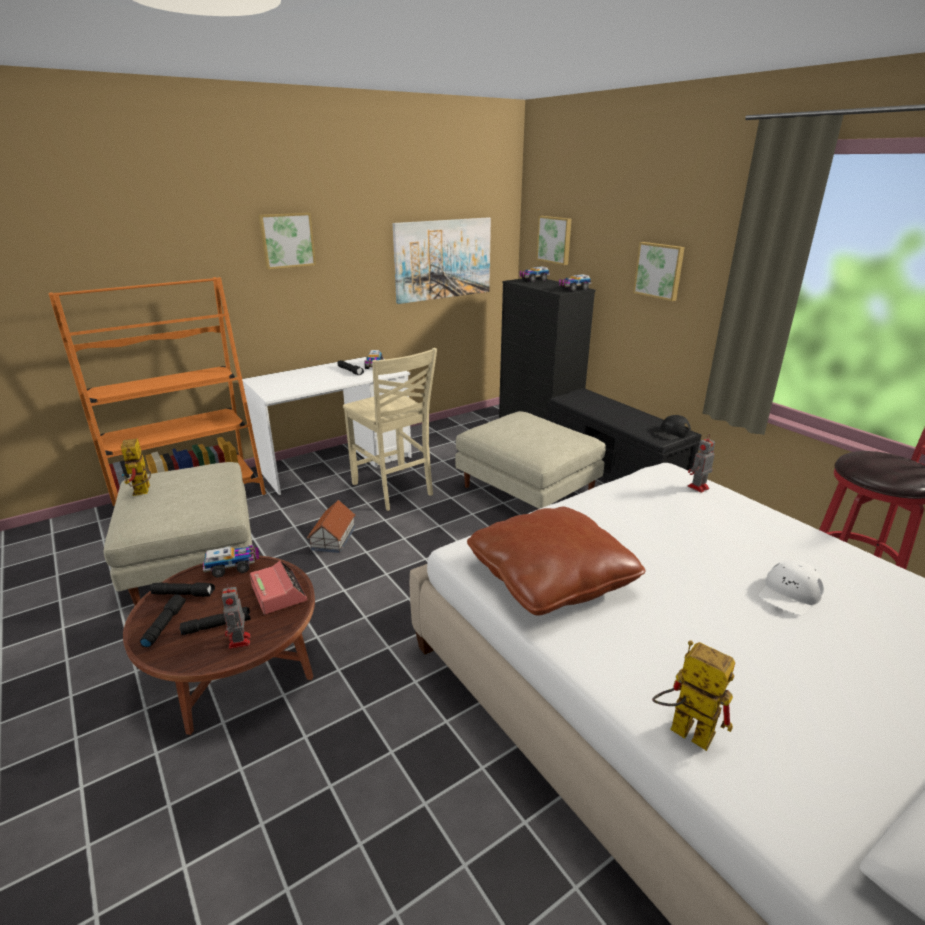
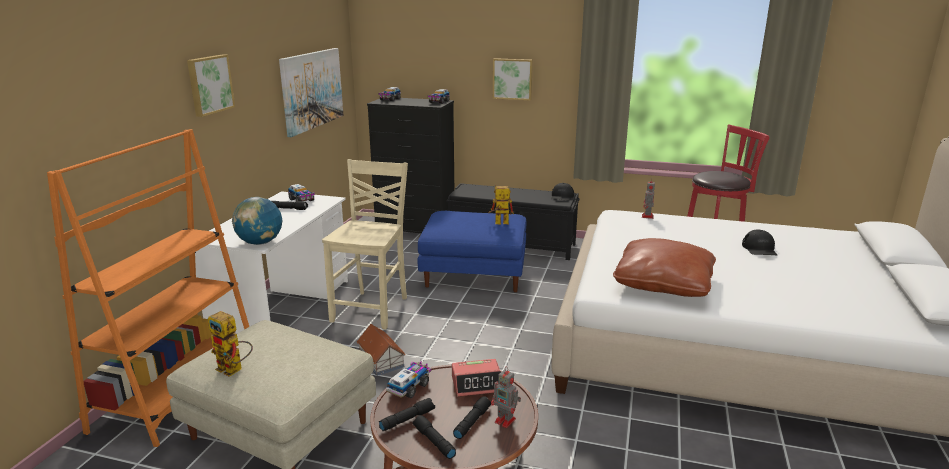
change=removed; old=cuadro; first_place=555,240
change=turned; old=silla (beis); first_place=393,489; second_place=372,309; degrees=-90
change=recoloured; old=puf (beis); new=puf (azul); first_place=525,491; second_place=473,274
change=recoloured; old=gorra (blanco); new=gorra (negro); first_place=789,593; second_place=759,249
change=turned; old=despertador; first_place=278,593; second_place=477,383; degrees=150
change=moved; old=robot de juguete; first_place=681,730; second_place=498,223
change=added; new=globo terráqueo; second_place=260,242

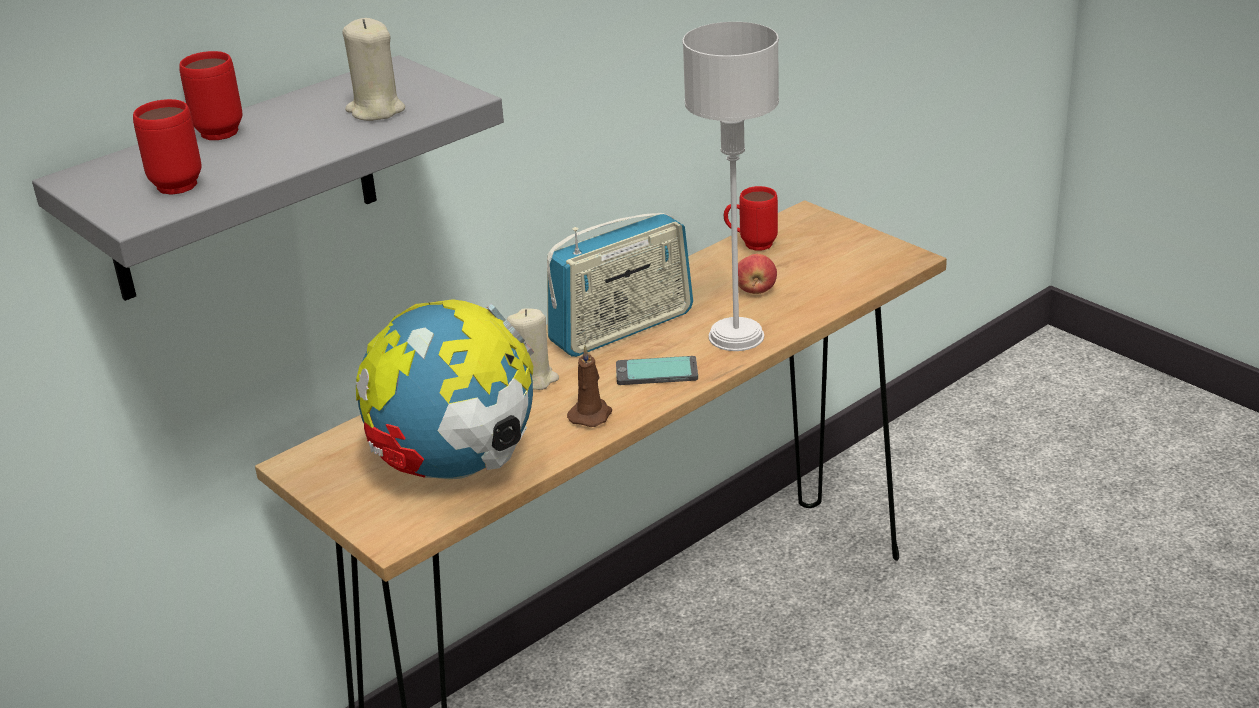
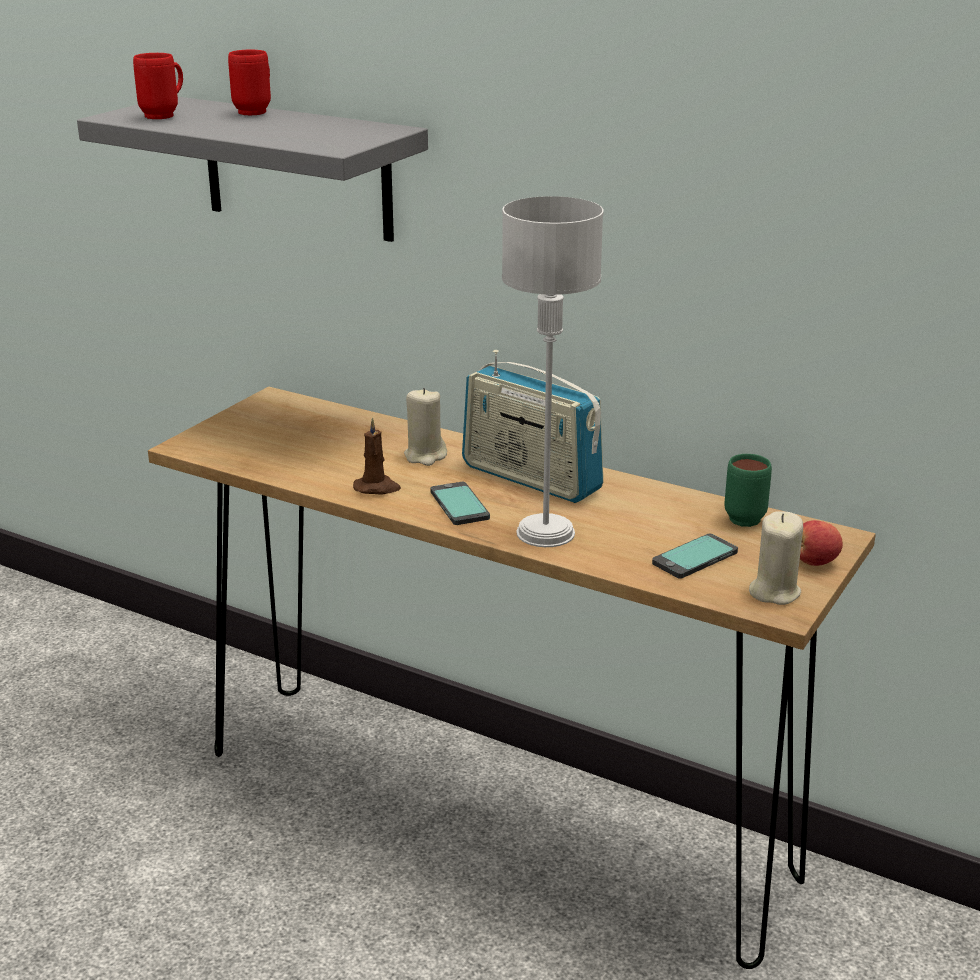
change=moved; old=vela (beis); first_place=376,110; second_place=774,592
change=recoloured; old=taza grande (rojo); new=taza grande (verde); first_place=751,245; second_place=740,516
change=moved; old=manzana; first_place=756,290; second_place=814,562
change=removed; old=globo terráqueo; first_place=456,466
change=added; new=móvil; second_place=695,558

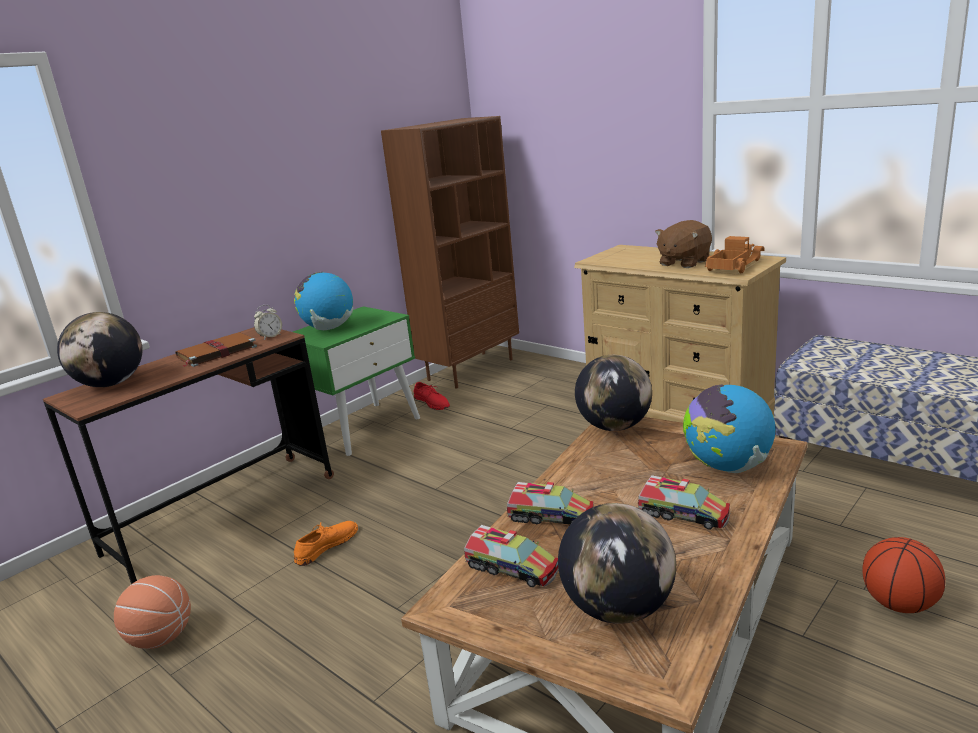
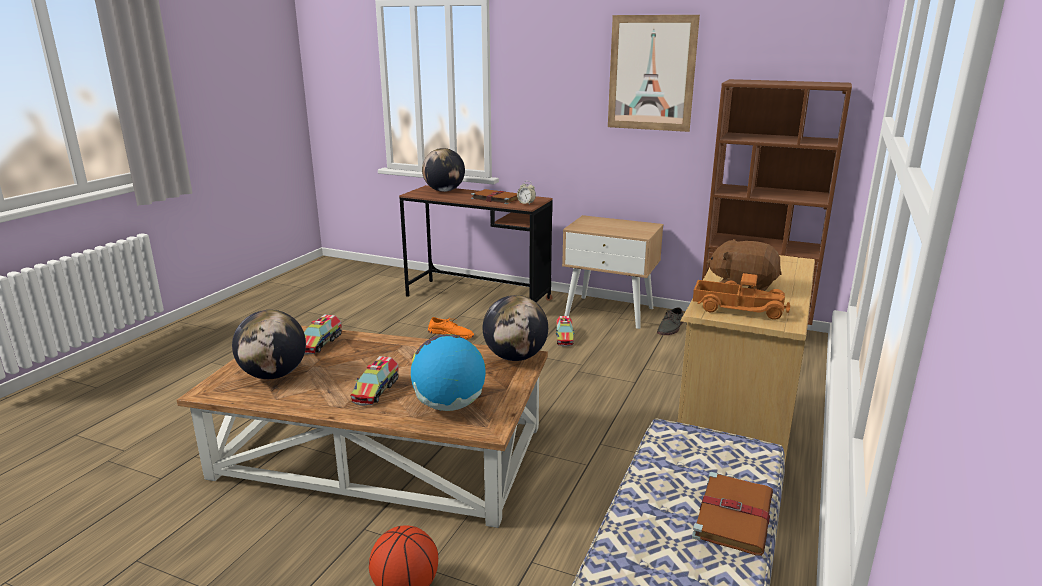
change=removed; old=globo terráqueo; first_place=329,328
change=recoloured; old=mesita de noche (verde); new=mesita de noche (beis); first_place=364,427; second_place=610,312
change=recoloured; old=zapato (rojo); new=zapato (gris); first_place=432,402; second_place=671,328
change=moved; old=camión de juguete; first_place=551,517; second_place=564,337
change=removed; old=balón de baloncesto; first_place=161,638
change=added; new=cuadro; second_place=651,73
change=added; new=libro (marrón); second_place=733,514

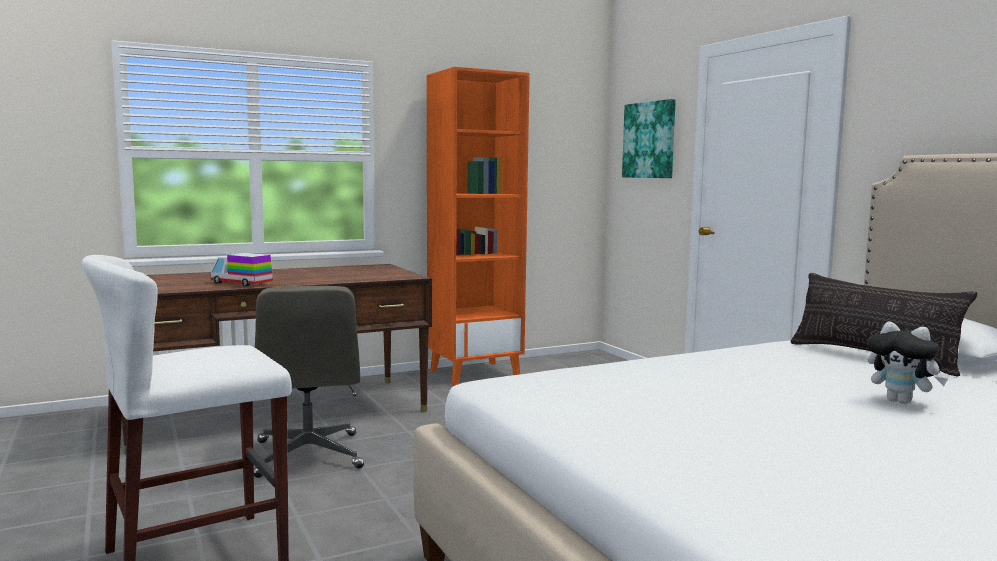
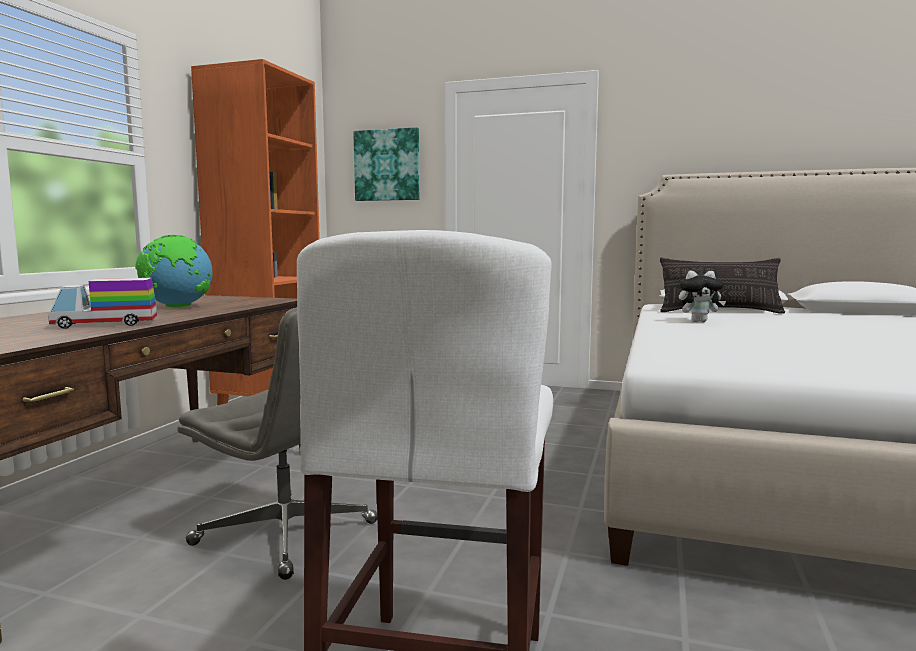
change=moved; old=peluche; first_place=902,402; second_place=699,321
change=added; new=globo terráqueo; second_place=177,307

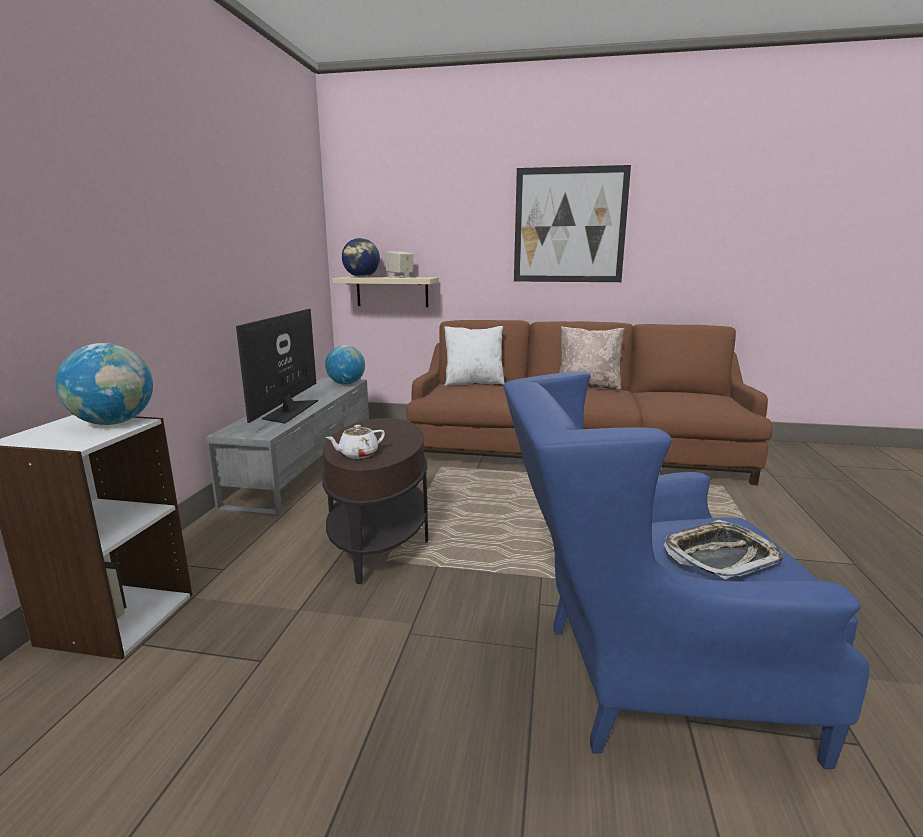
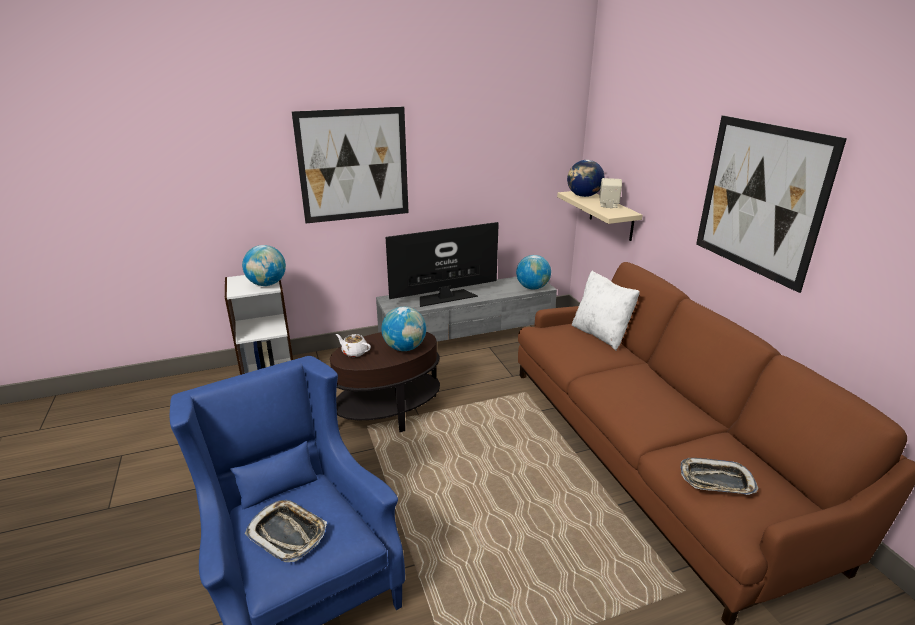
change=removed; old=cojín (beis); first_place=588,387
change=added; new=cuadro; second_place=353,165
change=added; new=globo terráqueo; second_place=405,348
change=added; new=bandeja; second_place=716,481

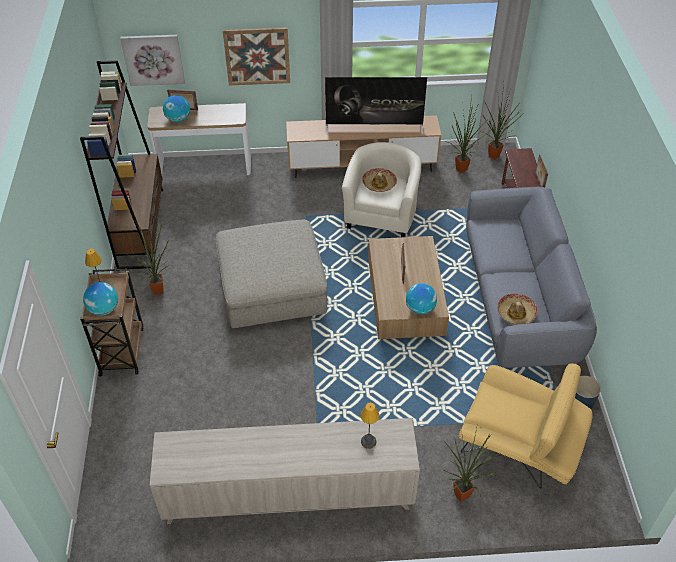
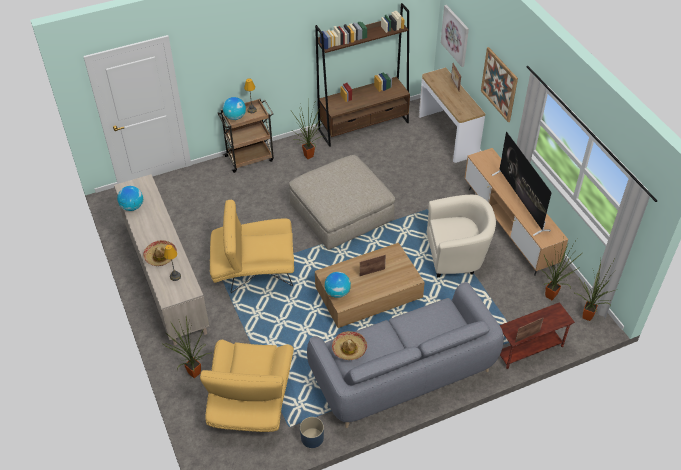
change=moved; old=globo terráqueo; first_place=178,119; second_place=132,207
change=moved; old=sombrero; first_place=379,184; second_place=160,256
change=added; new=sillón (amarillo); second_place=254,270

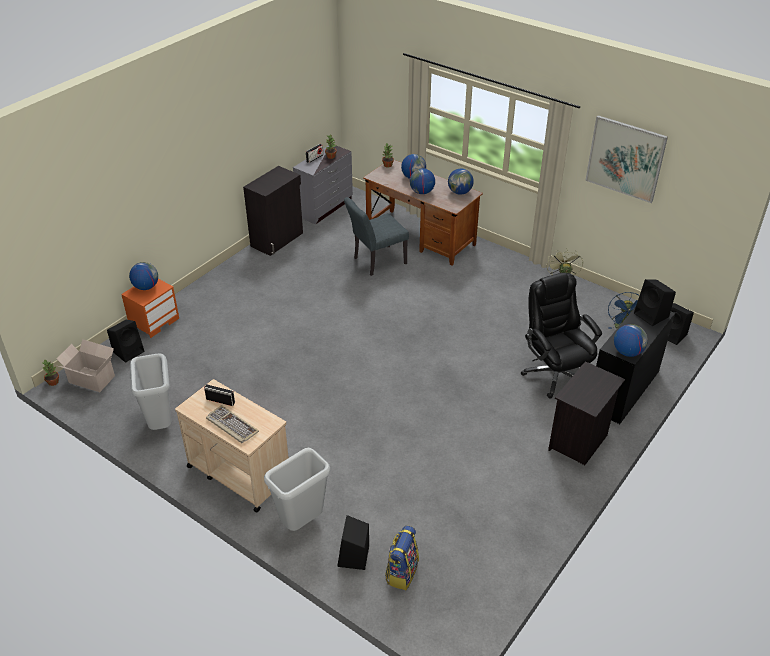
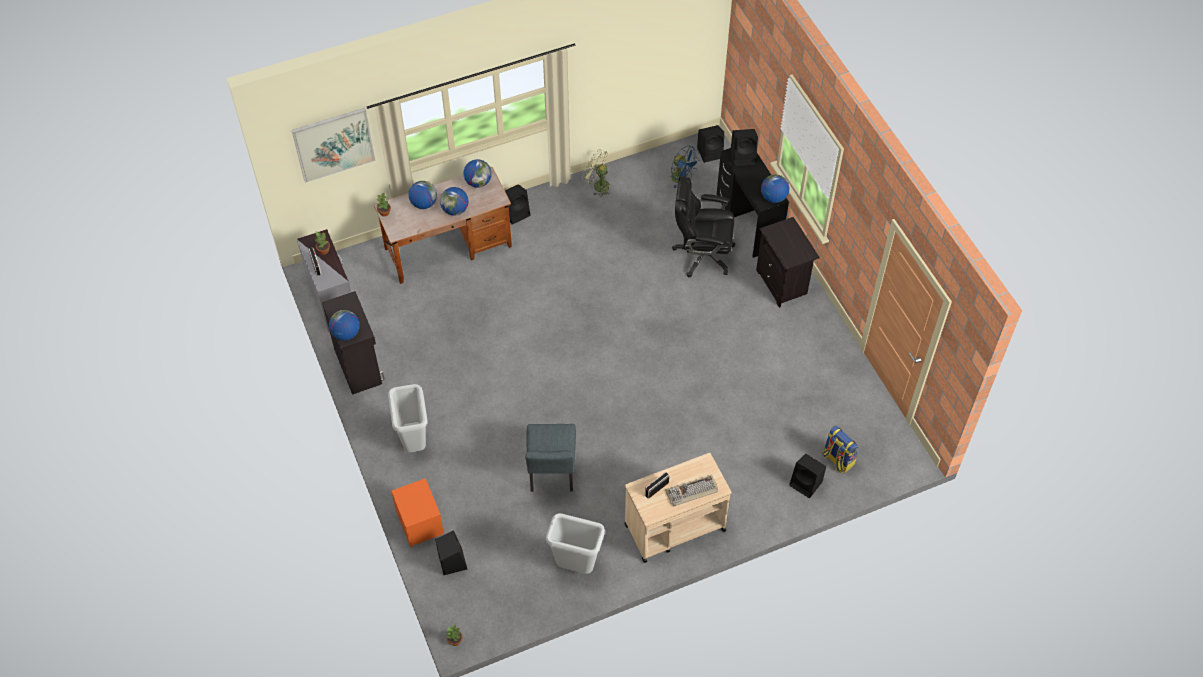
change=moved; old=cuadro; first_place=625,158; second_place=334,144
change=moved; old=silla (gris); first_place=376,262; second_place=551,474
change=moved; old=globo terráqueo; first_place=146,287; second_place=346,334
change=removed; old=caja de cartón; first_place=91,378
change=moved; old=papelera (gris); first_place=302,522; second_place=414,442
change=added; new=altavoz (negro); second_place=516,212

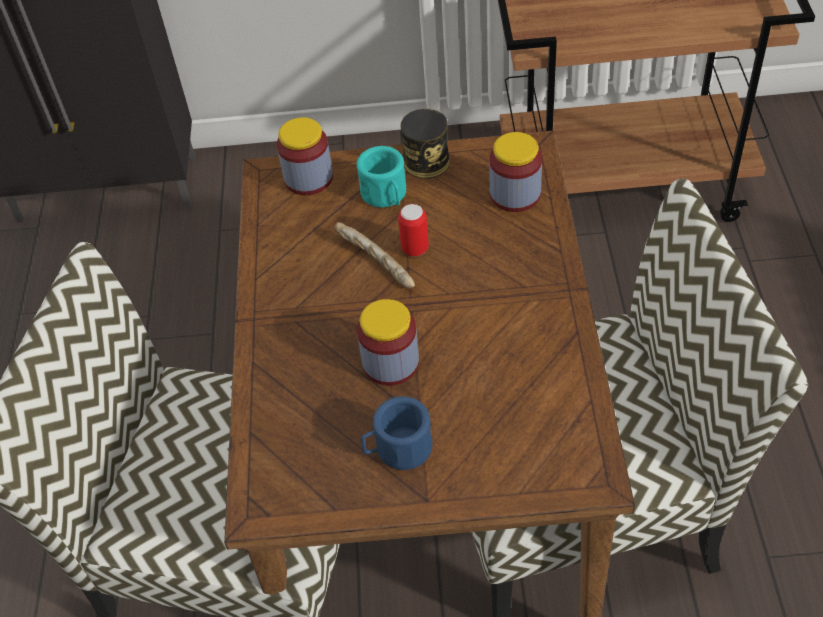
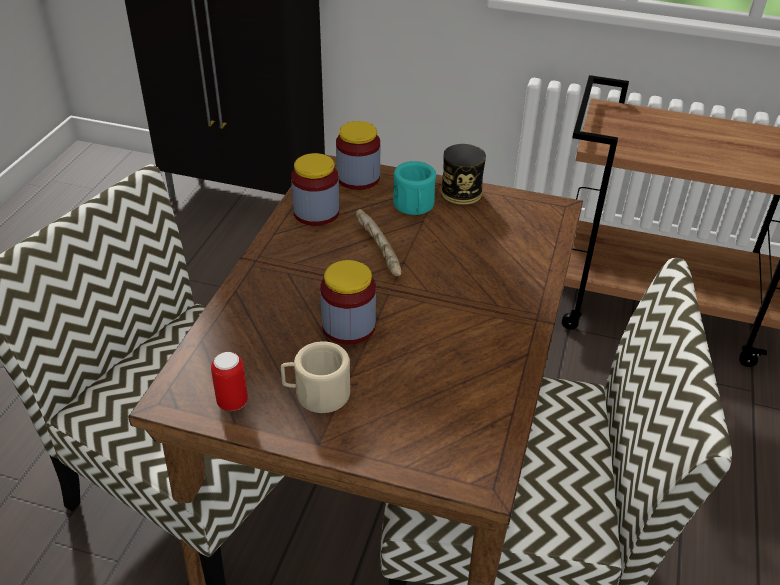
change=moved; old=tarro; first_place=515,194; second_place=316,213
change=moved; old=lata; first_place=415,249; second_place=232,402
change=recoloured; old=taza grande (azul); new=taza grande (beis); first_place=398,449; second_place=316,394

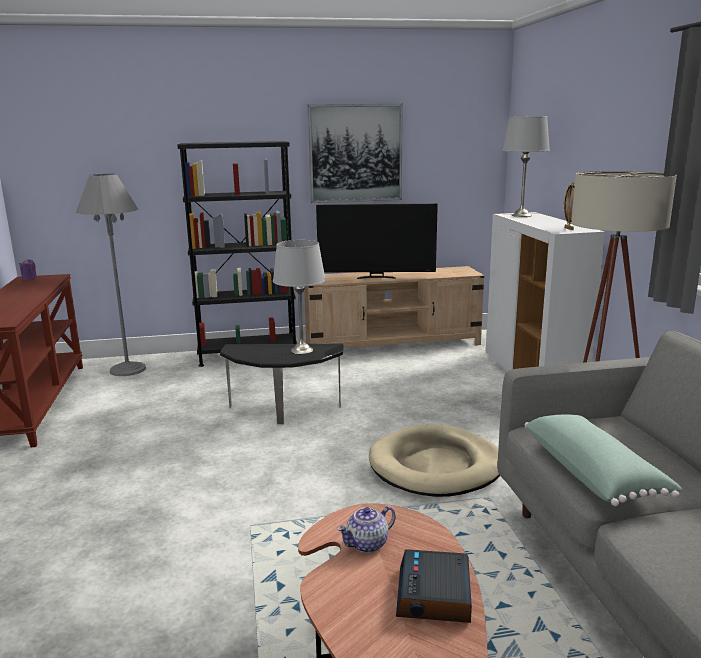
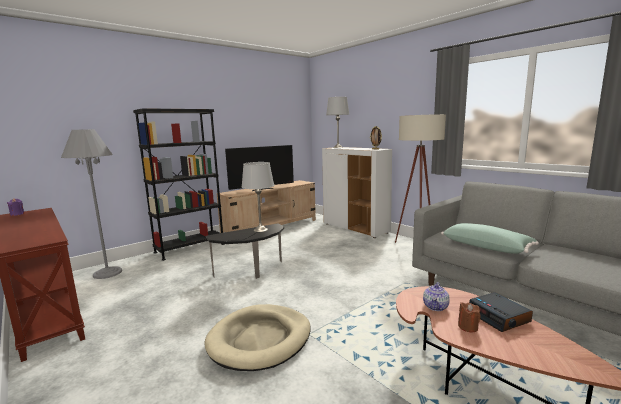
change=removed; old=cuadro; first_place=355,153
change=moved; old=cama para perro (beis); first_place=436,466; second_place=260,339
change=added; new=vela (marrón); second_place=468,327

